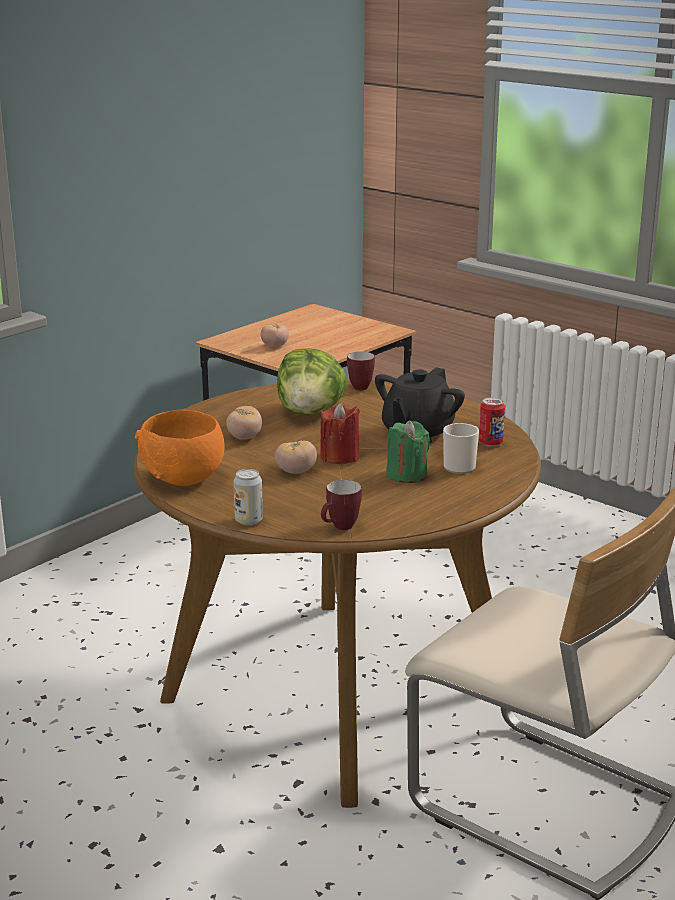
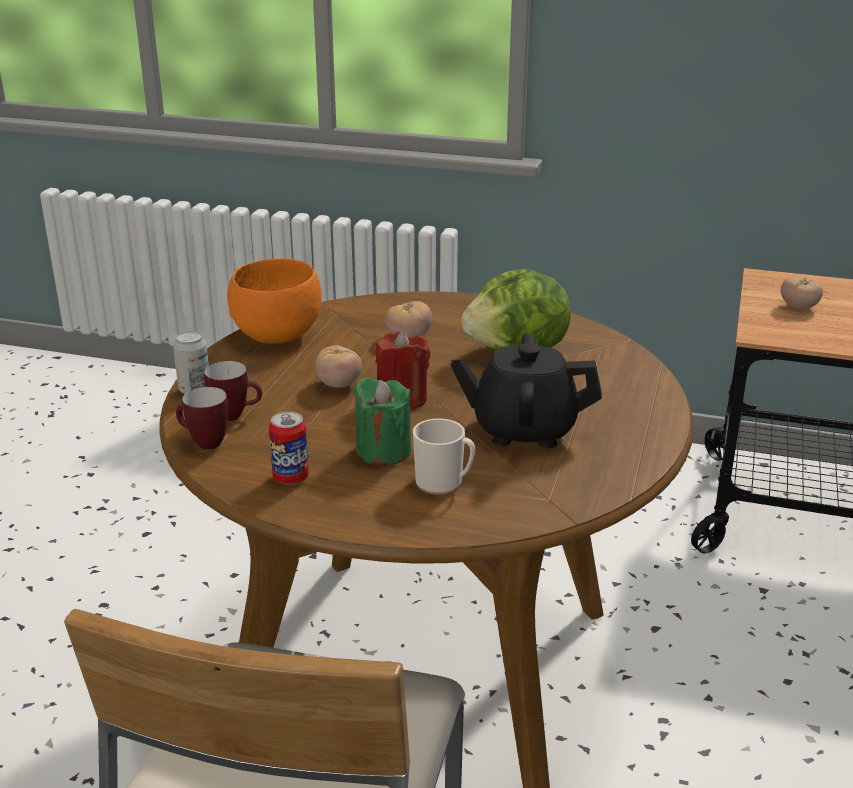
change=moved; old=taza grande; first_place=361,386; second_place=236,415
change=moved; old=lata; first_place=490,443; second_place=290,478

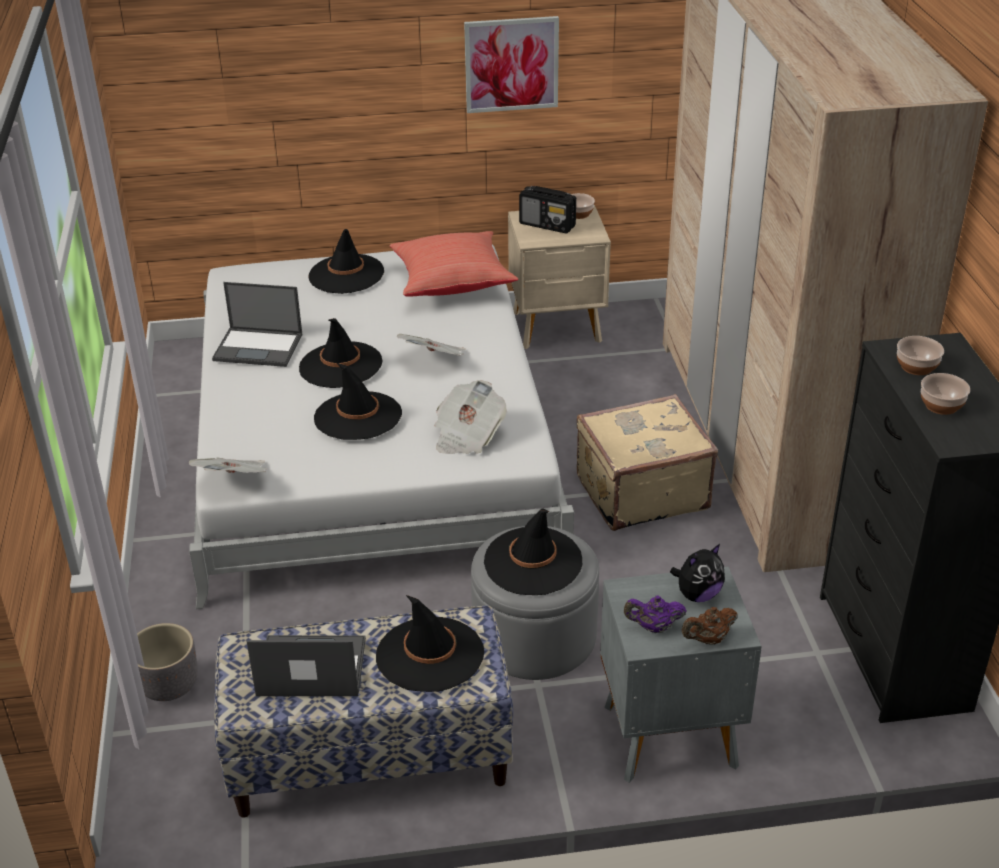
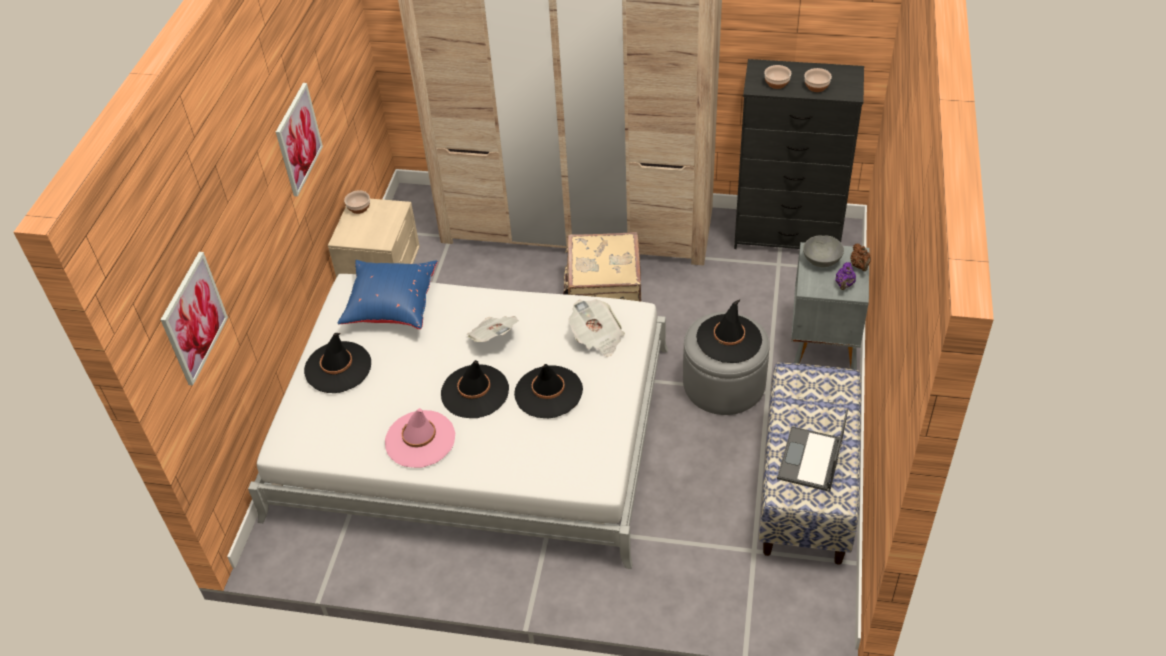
change=removed; old=radio; first_place=548,225
change=recoloured; old=cojín (rojo); new=cojín (azul); first_place=451,282; second_place=391,306
change=replaced; old=portátil; new=sombrero (rosa); first_place=259,347; second_place=420,439
change=removed; old=periódico; first_place=234,481
change=replaced; old=peluche; new=cuenco (gris); first_place=697,594; second_place=821,260
change=removed; old=sombrero (negro); first_place=430,655
change=removed; old=maceta (gris); first_place=168,686
change=added; new=cuadro; second_place=193,318

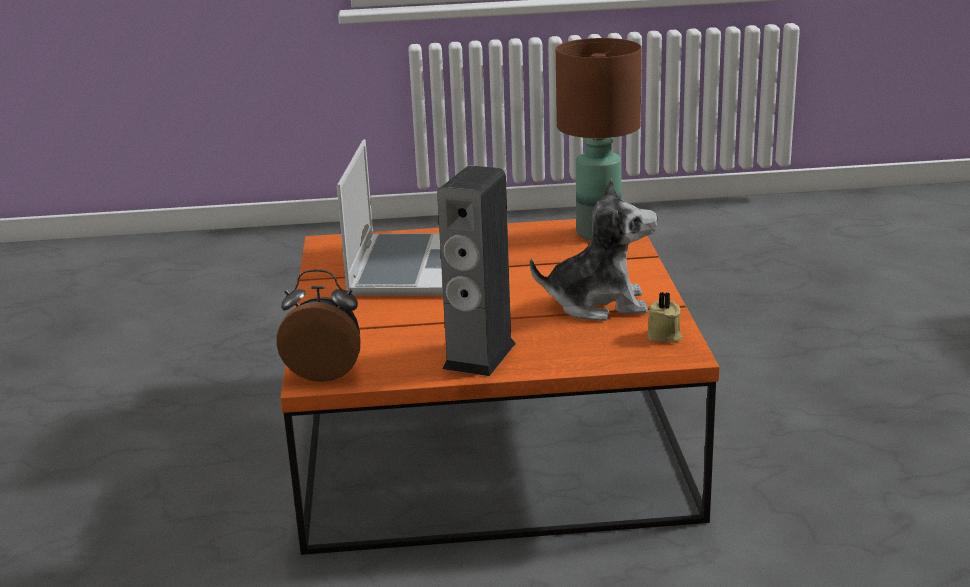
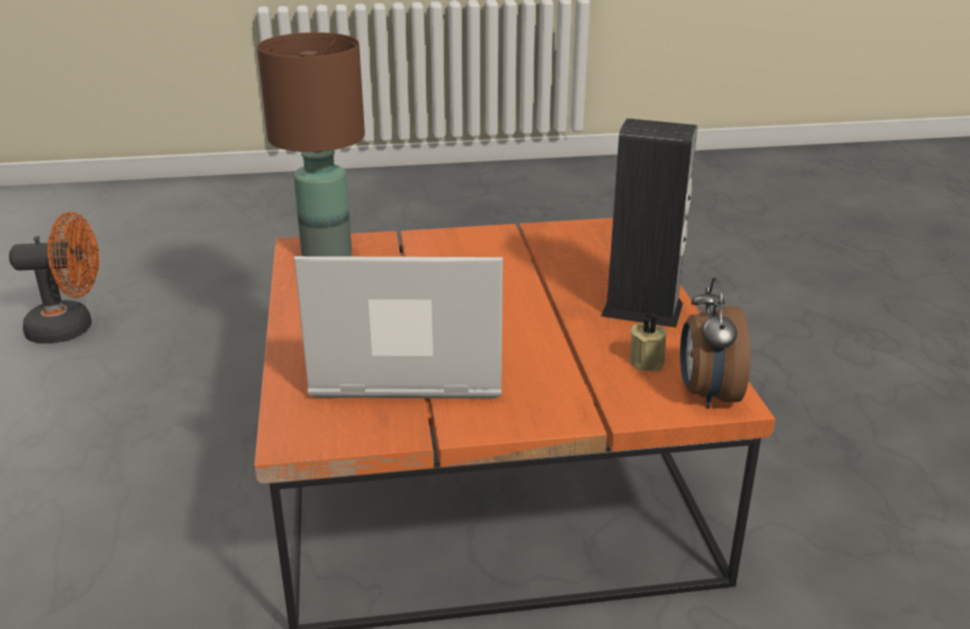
change=removed; old=peluche; first_place=598,304
change=moved; old=vela (beis); first_place=664,336; second_place=648,360
change=added; new=ventilador (naranja); second_place=71,328

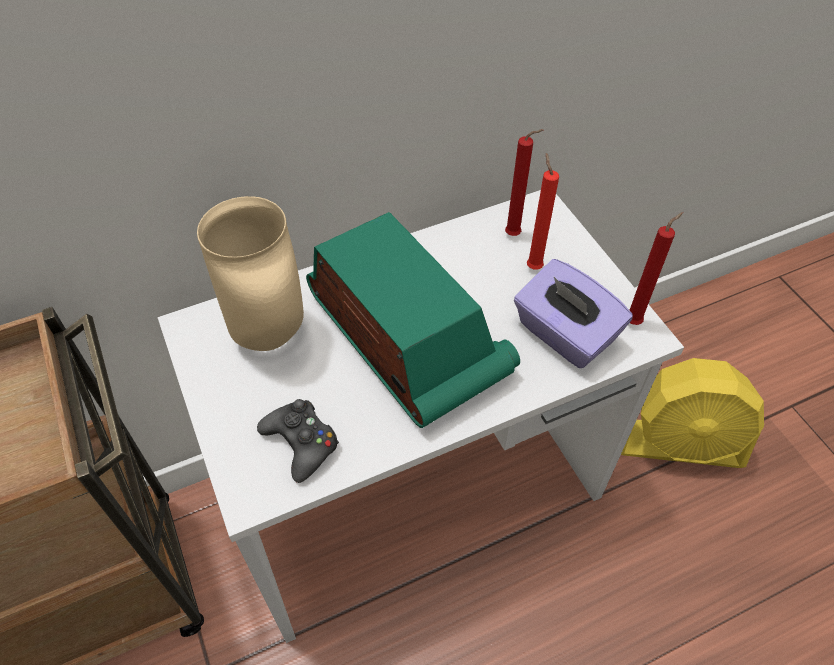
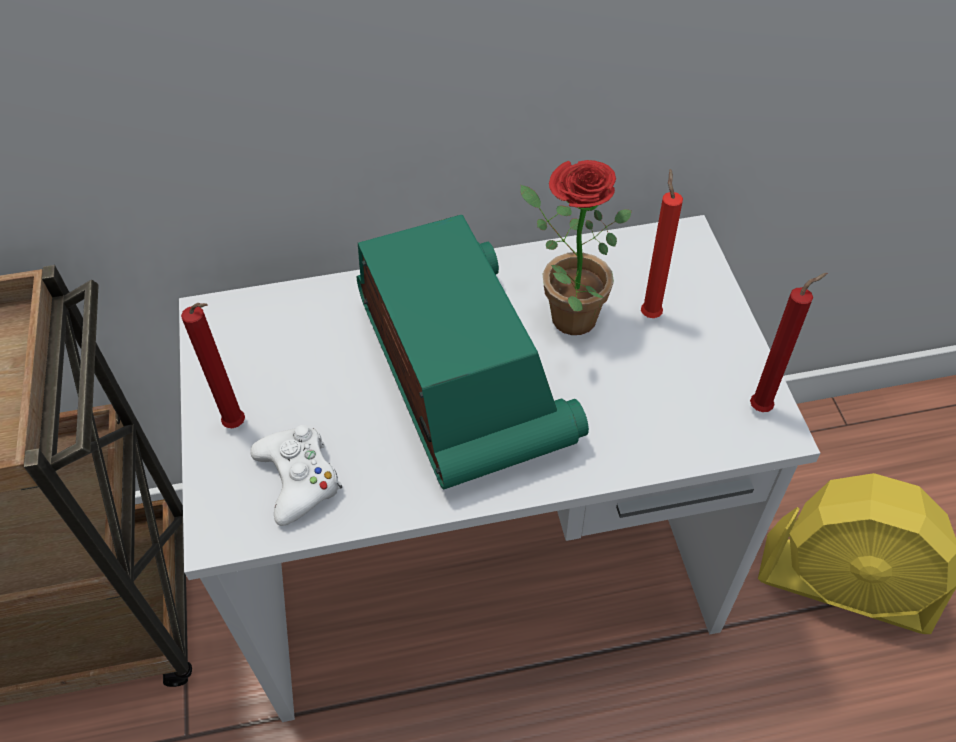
change=moved; old=vela (rojo); first_place=515,235; second_place=238,425
change=removed; old=florero (beis); first_place=268,337
change=removed; old=caja de pañuelos (morado); first_place=564,334
change=recoloured; old=mando de consola (negro); new=mando de consola (blanco); first_place=301,443; second_place=299,479
change=added; new=planta en maceta; second_place=564,314

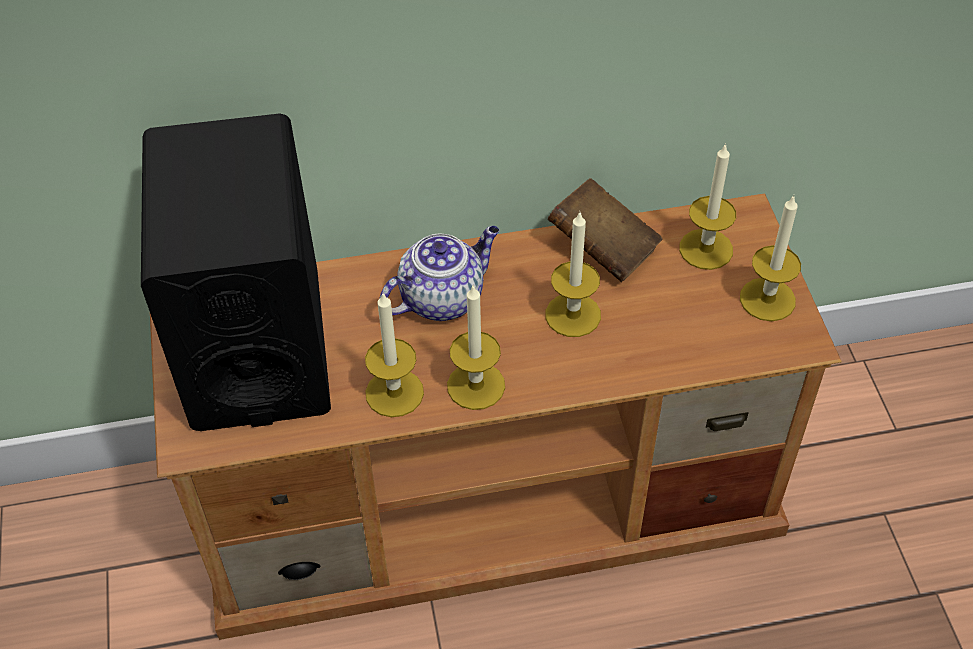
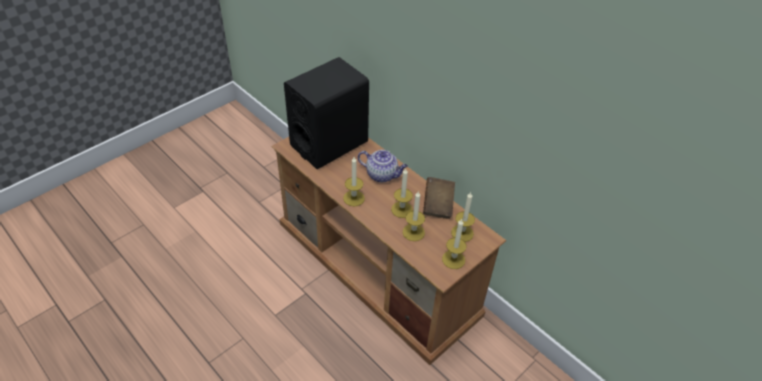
change=moved; old=vela; first_place=394,393; second_place=413,232

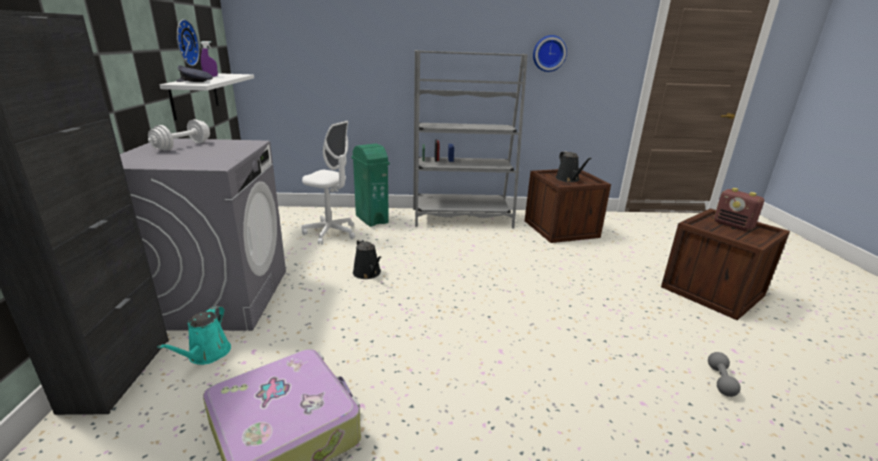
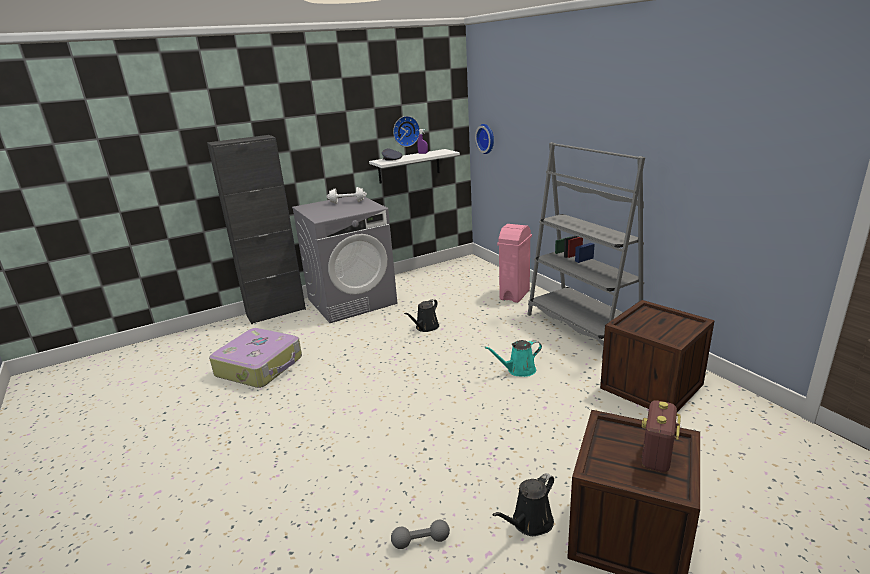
change=moved; old=reloj de pared; first_place=549,53; second_place=486,138
change=removed; old=silla de oficina (blanco); first_place=330,233
change=recoloured; old=papelera (verde); new=papelera (rosa); first_place=371,219; second_place=515,295
change=moved; old=regadera (negro); first_place=568,179; second_place=529,523
change=moved; old=regadera (turquesa); first_place=207,355; second_place=518,370

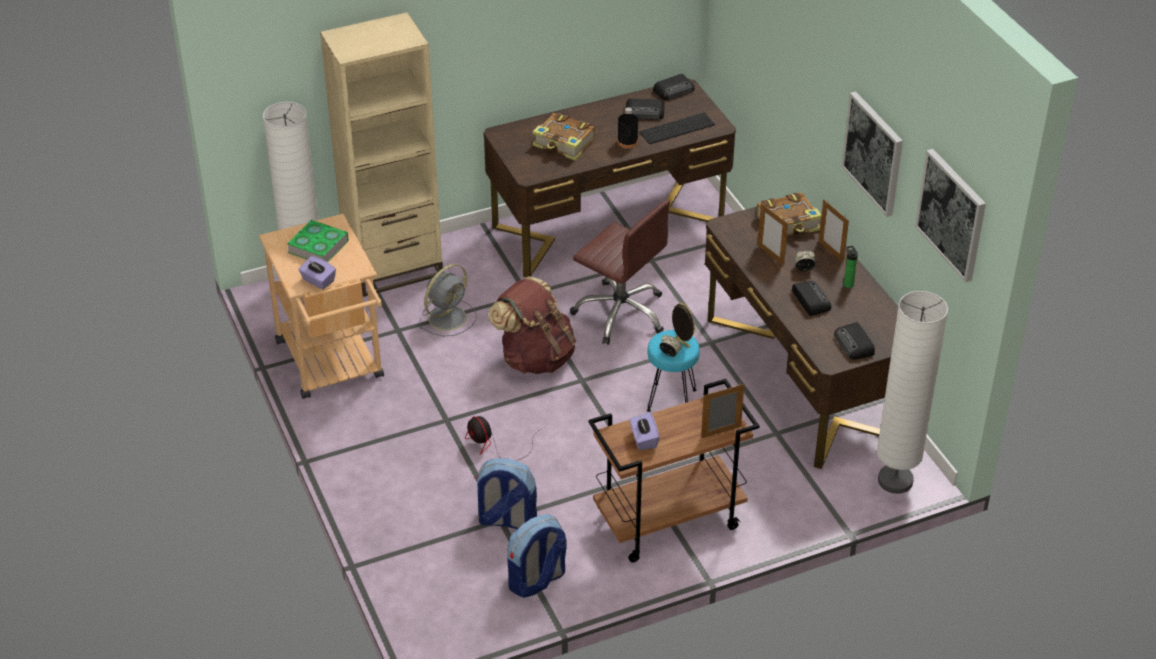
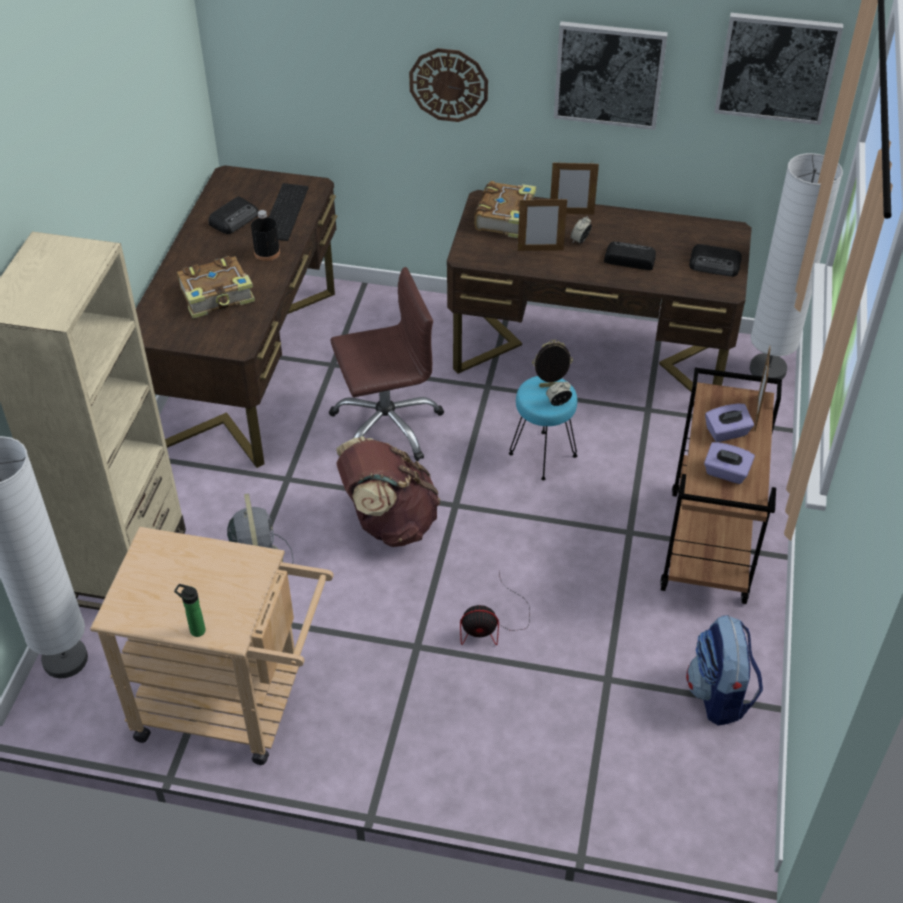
change=removed; old=radio; first_place=674,90
change=removed; old=libro; first_place=318,246
change=moved; old=botella; first_place=848,284; second_place=195,630
change=moved; old=caja de pañuelos (morado); first_place=318,281; second_place=727,432
change=removed; old=mochila; first_place=506,520
change=added; new=reloj de pared; second_place=448,84

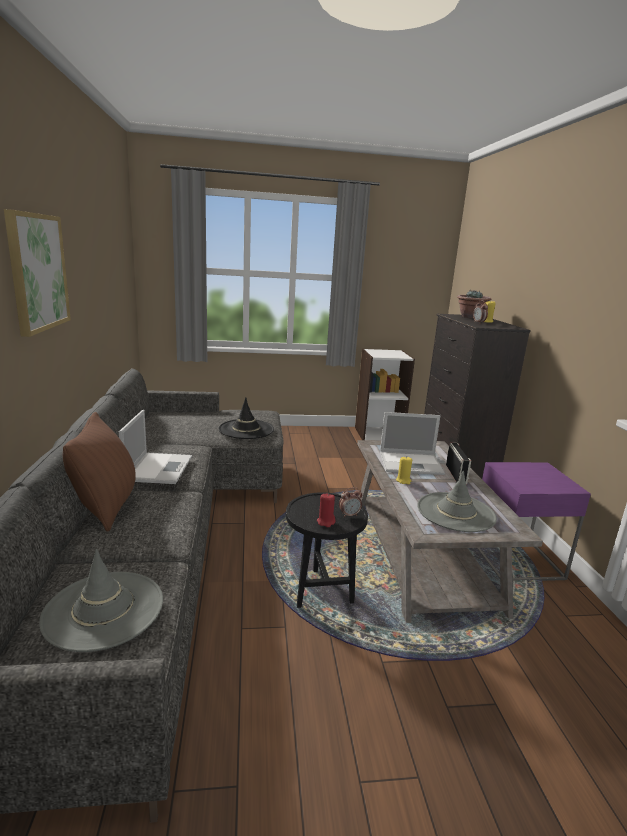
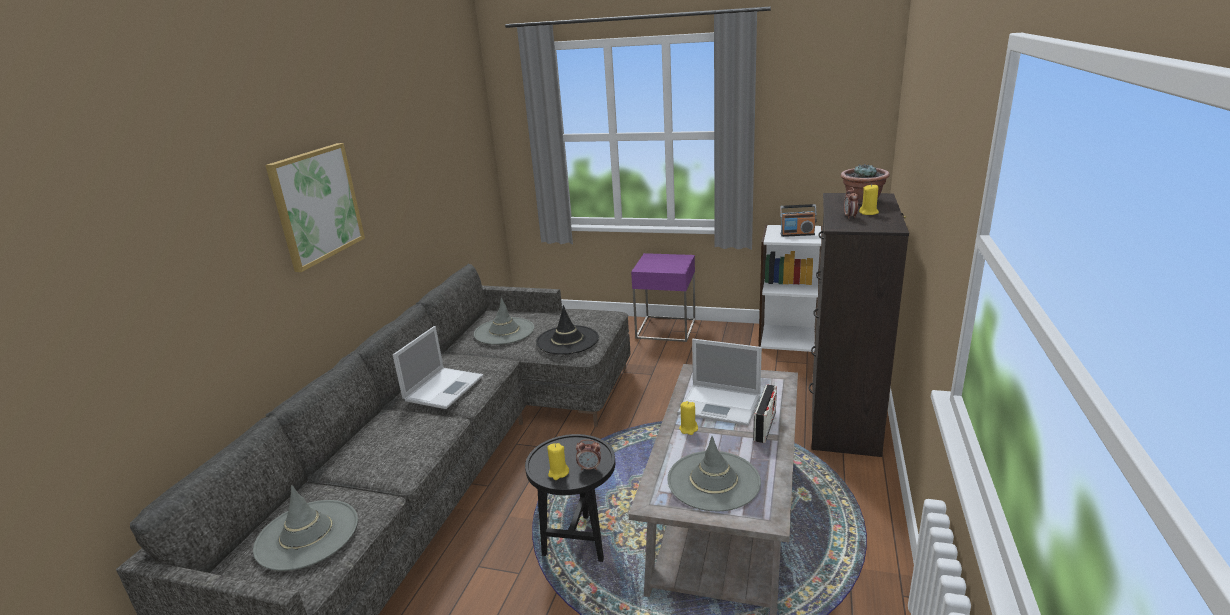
change=removed; old=cojín (marrón); first_place=106,507
change=moved; old=mesa auxiliar (morado); first_place=516,559; second_place=666,328
change=recoloured; old=vela (rojo); new=vela (amarillo); first_place=326,522; second_place=558,473
change=added; new=radio; second_place=797,234
change=added; new=sombrero (gris); second_place=504,331

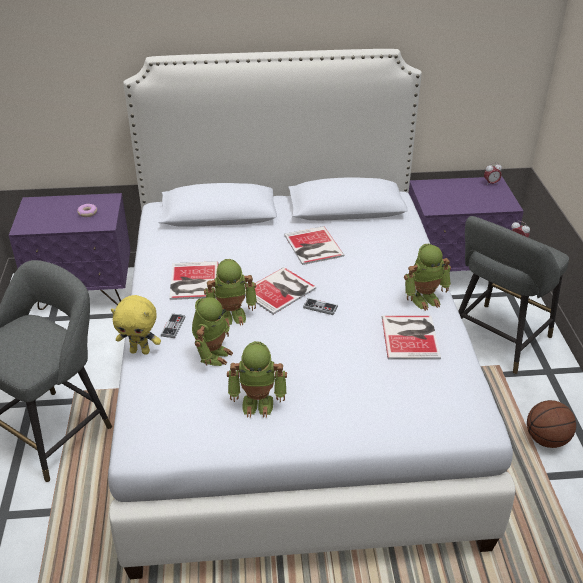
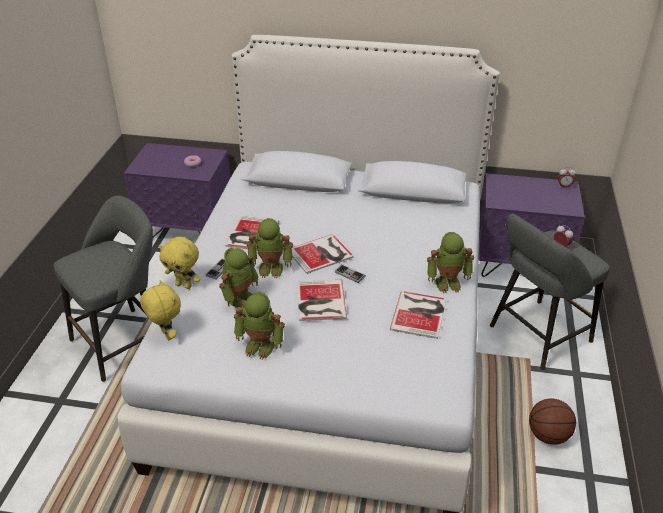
change=moved; old=libro; first_place=313,247; second_place=319,301
change=added; new=peluche (amarillo); second_place=166,335

